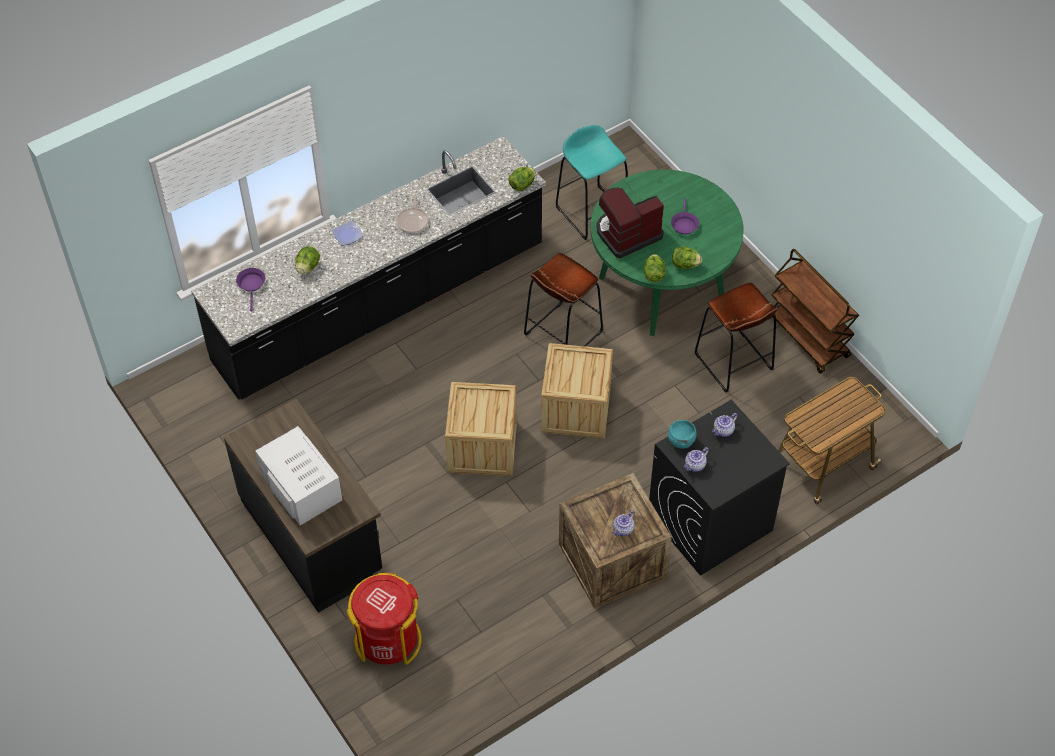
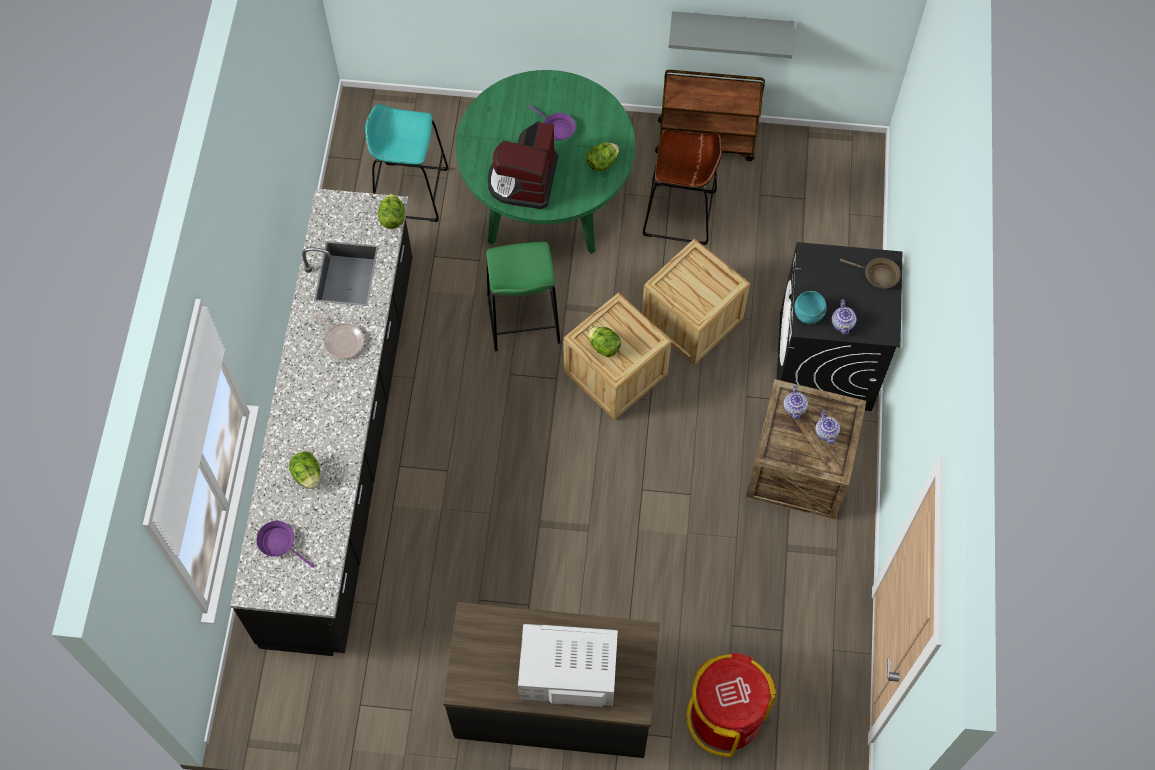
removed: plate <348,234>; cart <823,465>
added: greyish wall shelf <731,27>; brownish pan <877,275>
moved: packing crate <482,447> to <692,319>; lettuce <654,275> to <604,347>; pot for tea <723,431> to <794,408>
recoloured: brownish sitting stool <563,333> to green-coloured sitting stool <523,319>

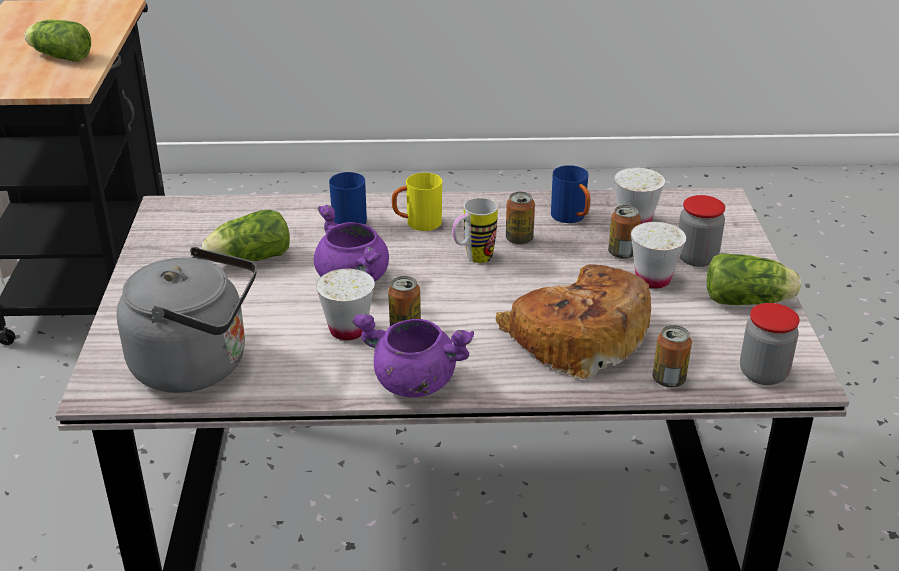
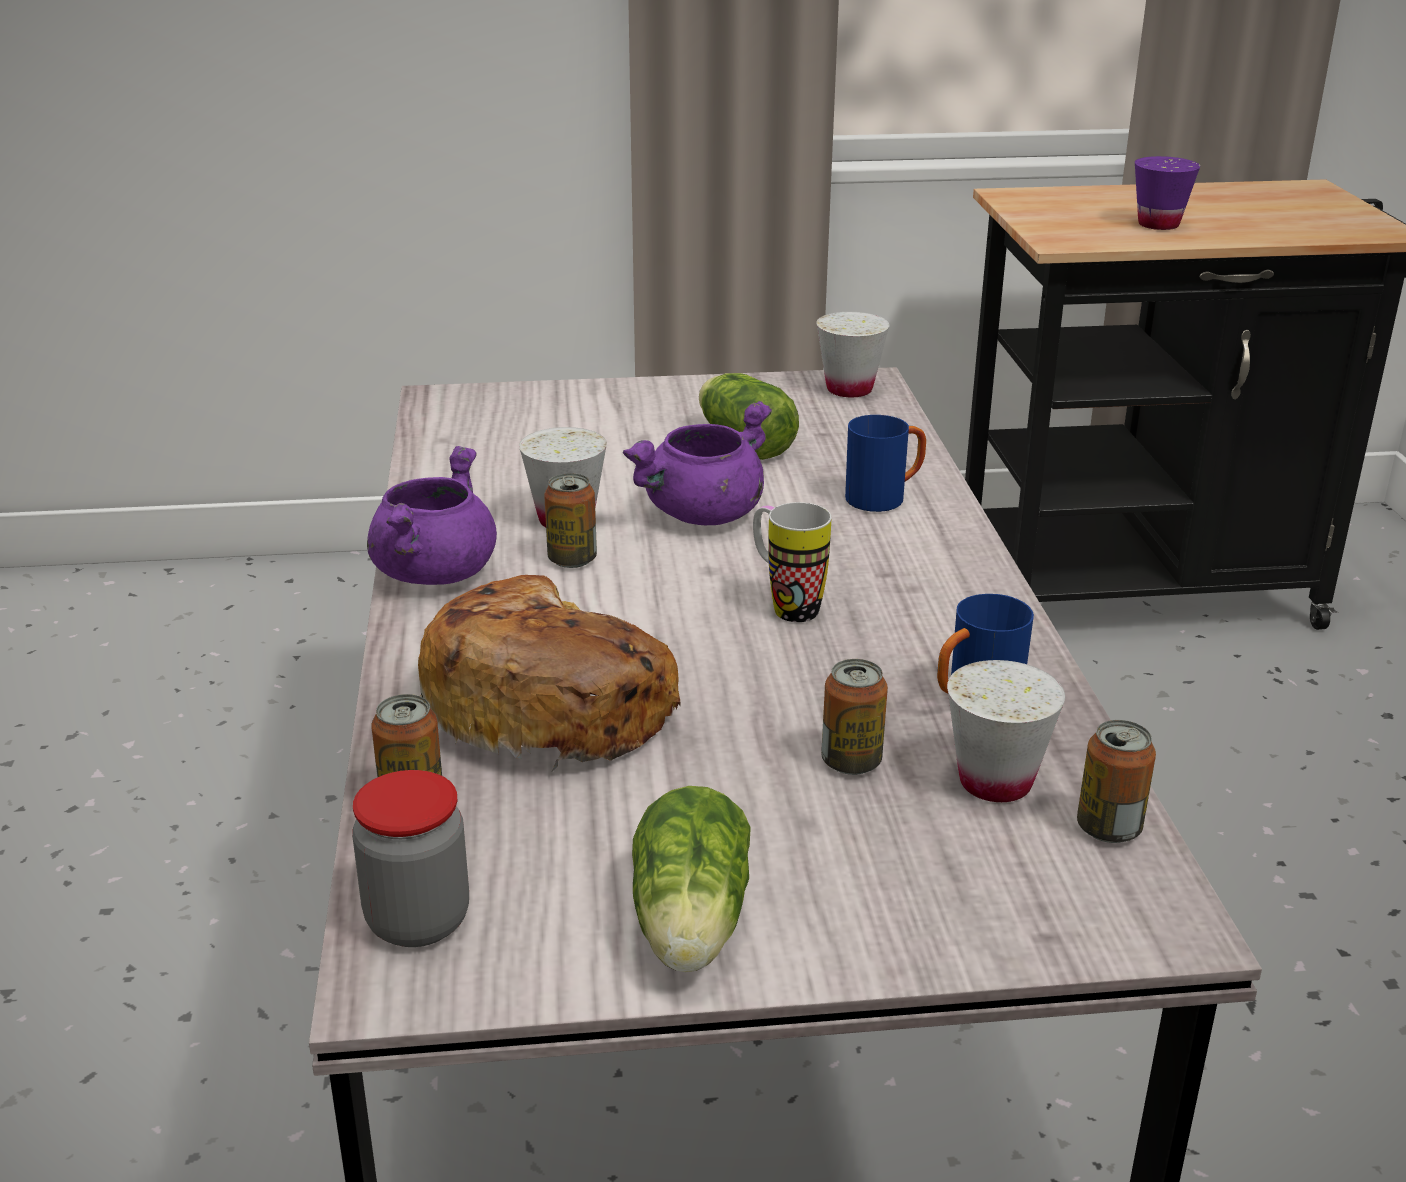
removed: greyish water kettle <198,365>; yellow-coloured mug <417,224>; preserve jar <696,258>
moved: sealed can <519,239> to <1109,828>; white-coloured drinking cup <653,279> to <849,389>
replaced: lettuce <59,56> to purple drinking cup <1158,224>

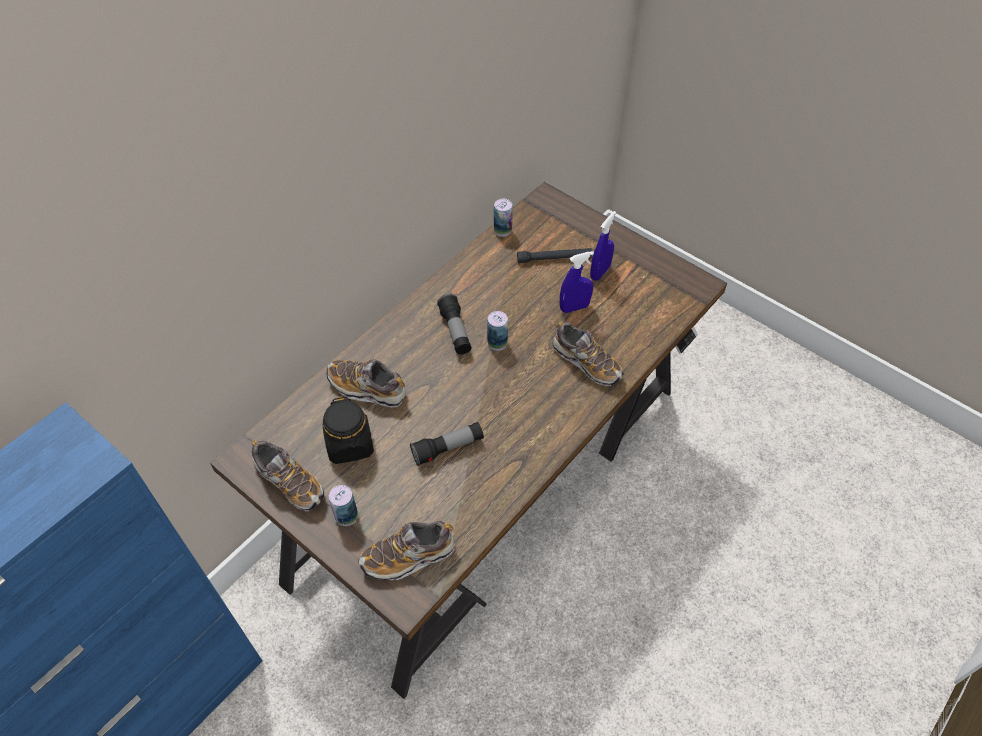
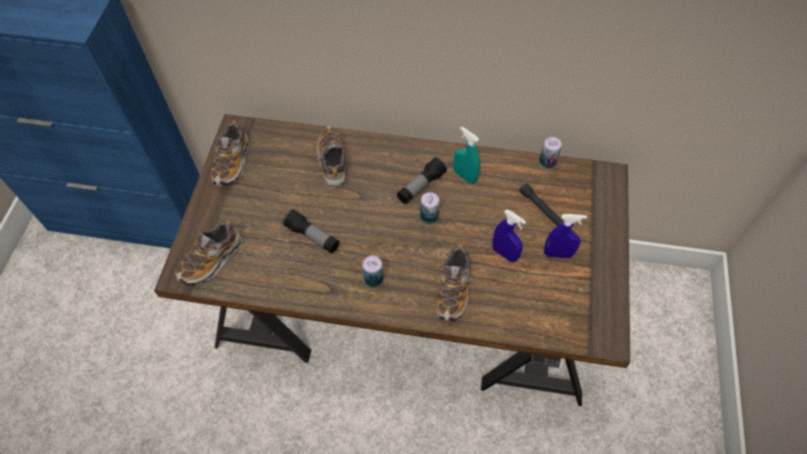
removed: black preserve jar <350,444>
added: turquoise-coloured spray bottle <465,176>
moved: sealed can <346,516> to <373,281>
turned: item of footwear <408,557> = <211,260> 90 degrees counterclockwise

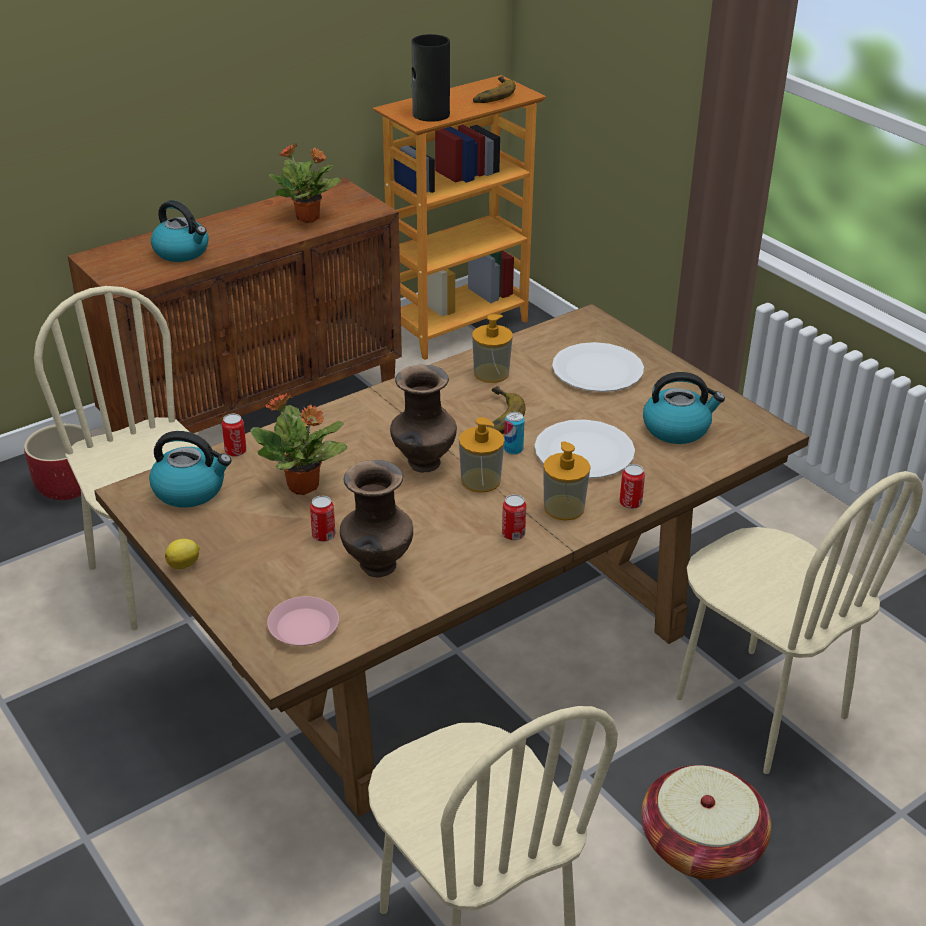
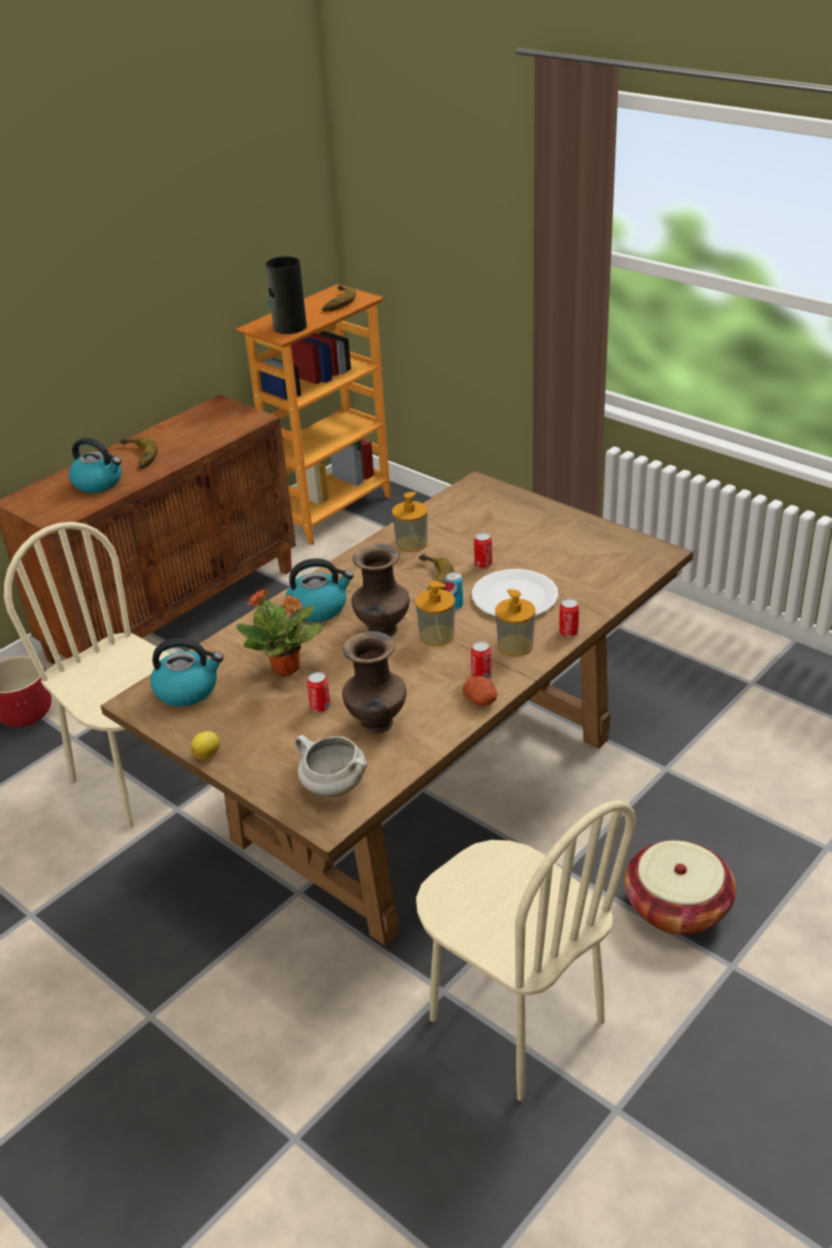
removed: potted plant <309,218>; white-coloured plate <597,370>; sand-coloured plain chair <760,708>
added: banana <136,457>; potato <481,700>
moved: sealed can <235,451> to <483,564>; water kettle <677,428> to <318,608>
replaced: pinkish plate <303,627> to white-coloured cooking pot <333,787>

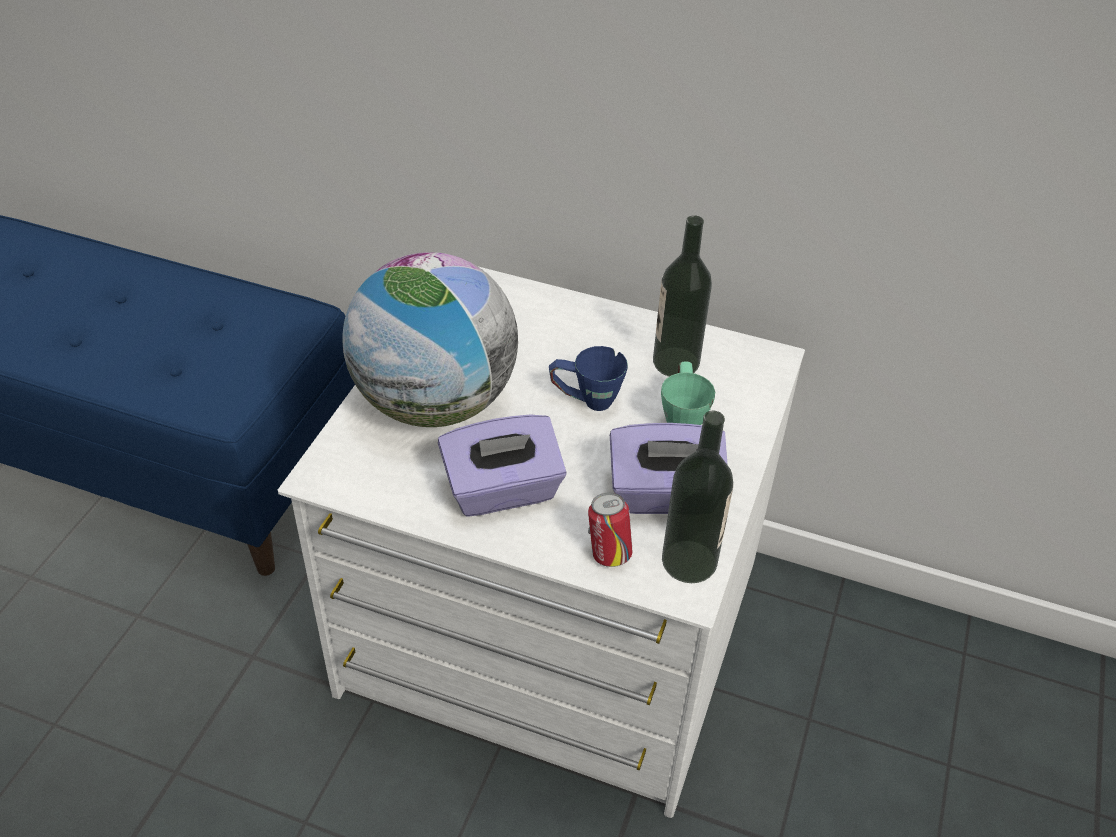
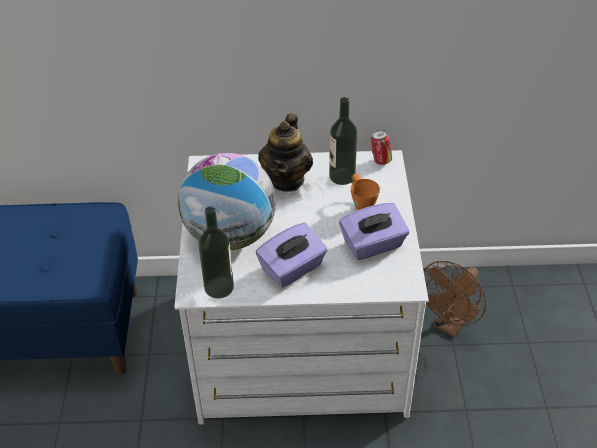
removed: bluish mug <585,401>
added: pot for tea <286,179>; brownish electric fan <450,325>
moved: sealed can <608,554> to <380,161>; beverage bottle <689,561> to <219,287>
recoloured: green-coloured mug <682,420> to orange mug <361,205>

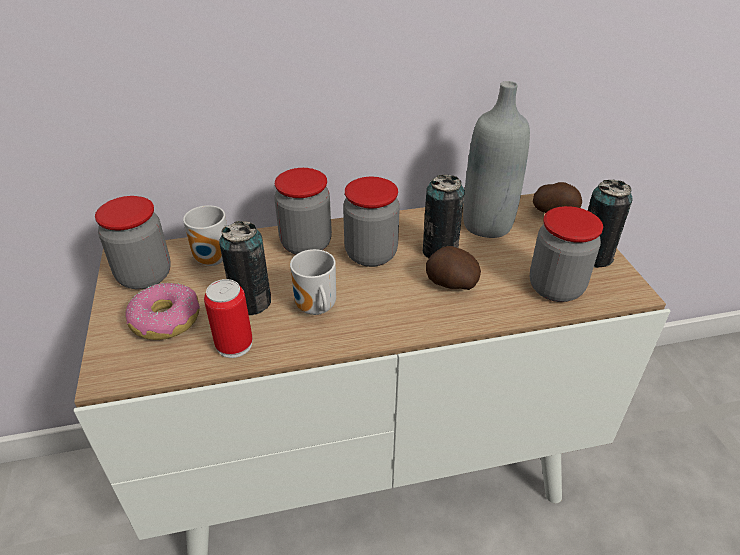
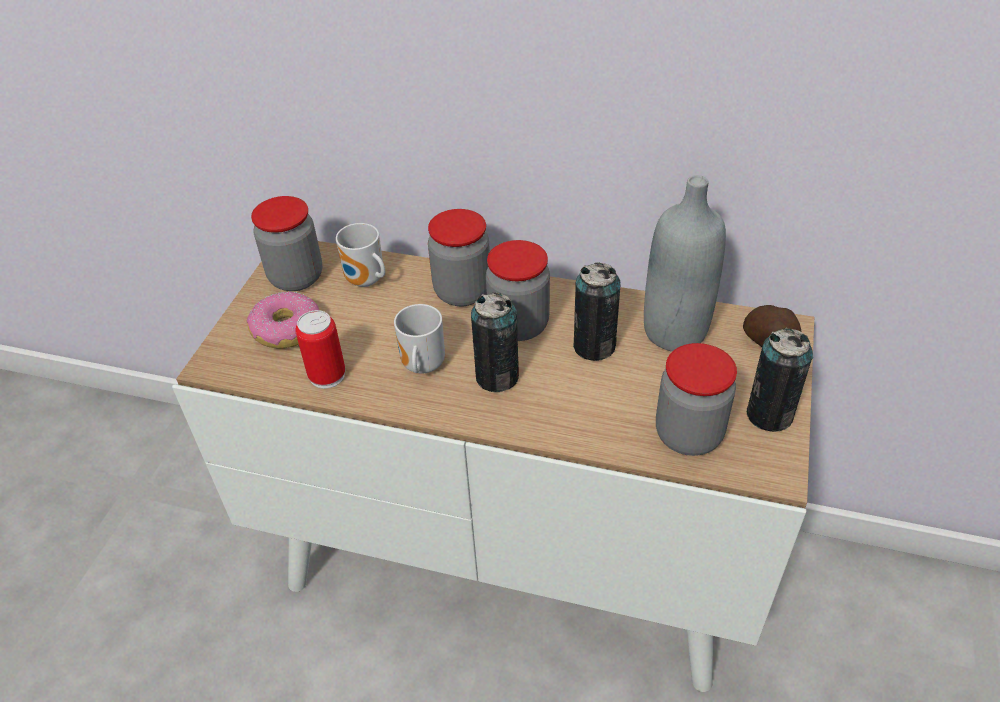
removed: potato <451,284>
moved: sealed can <251,302> to <497,377>

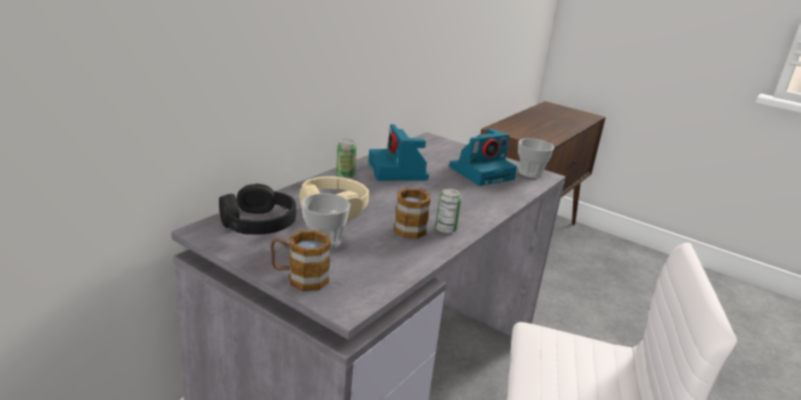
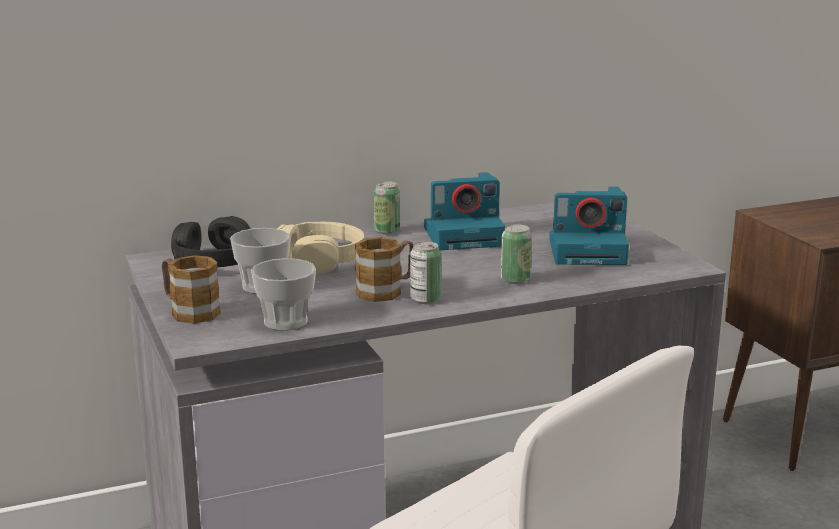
added: sealed can <515,280>
moved: drinking cup <530,173> to <285,322>
turned: still camera <398,171> = <465,236> 120 degrees counterclockwise

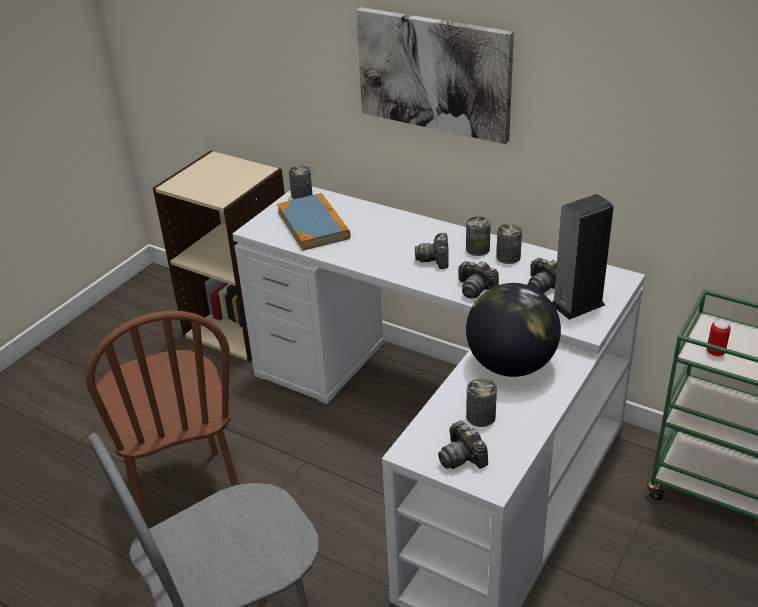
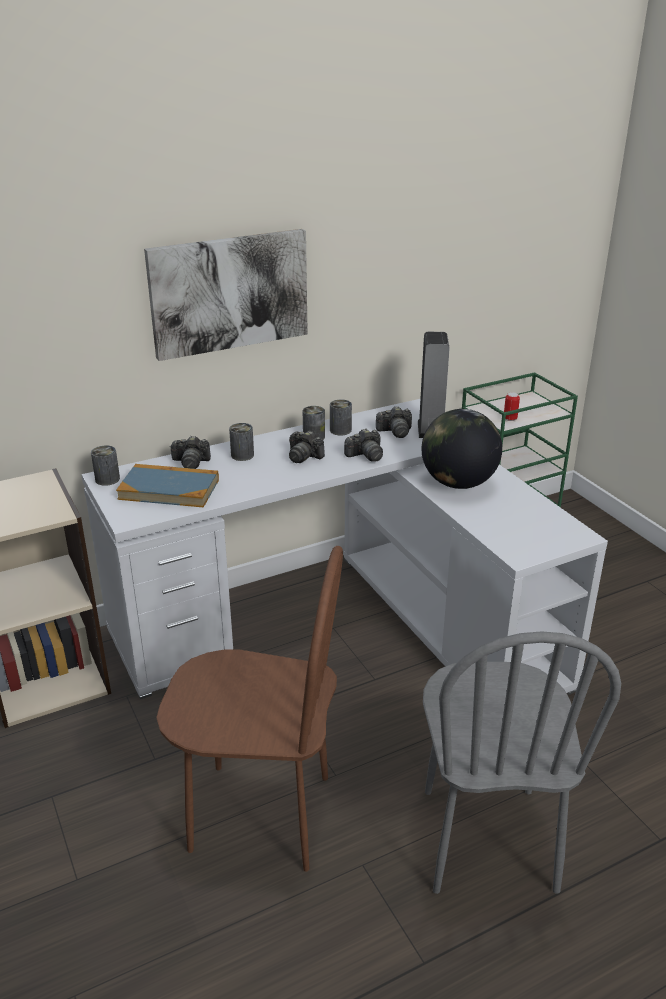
moved: still camera <462,457> to <191,463>; sealed can <480,417> to <242,455>

